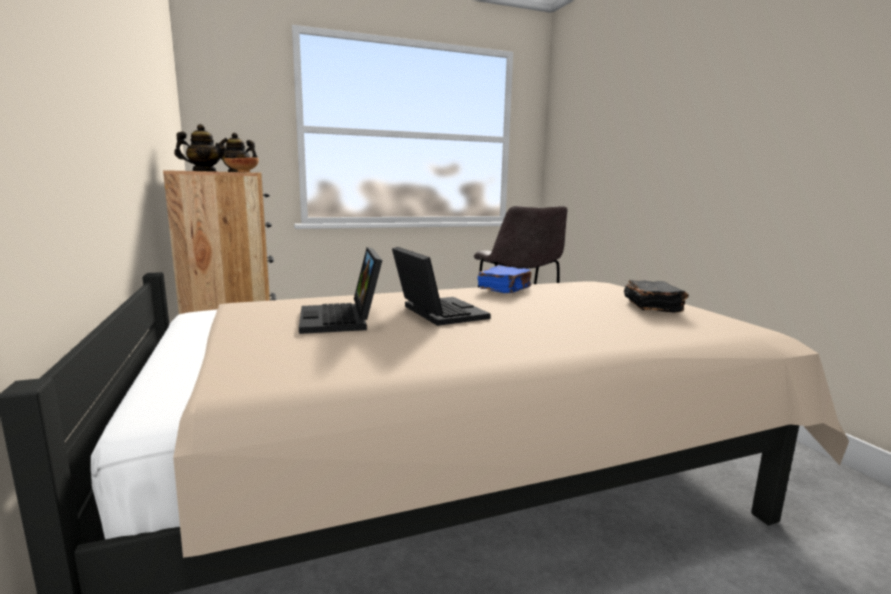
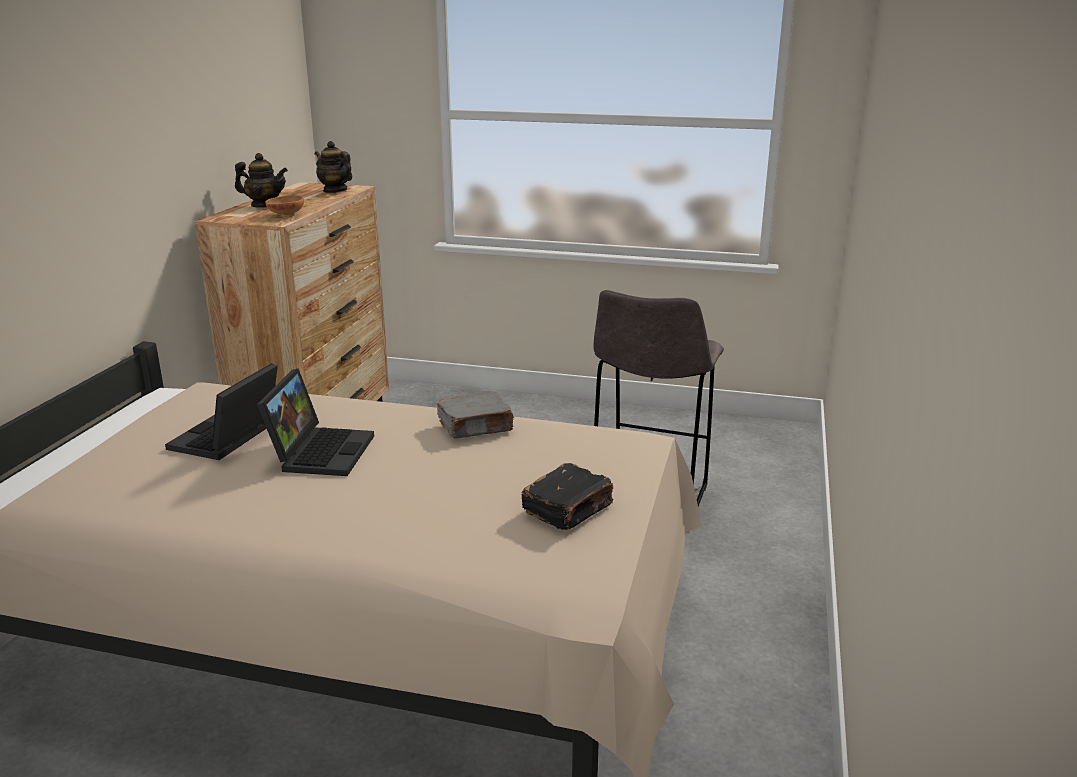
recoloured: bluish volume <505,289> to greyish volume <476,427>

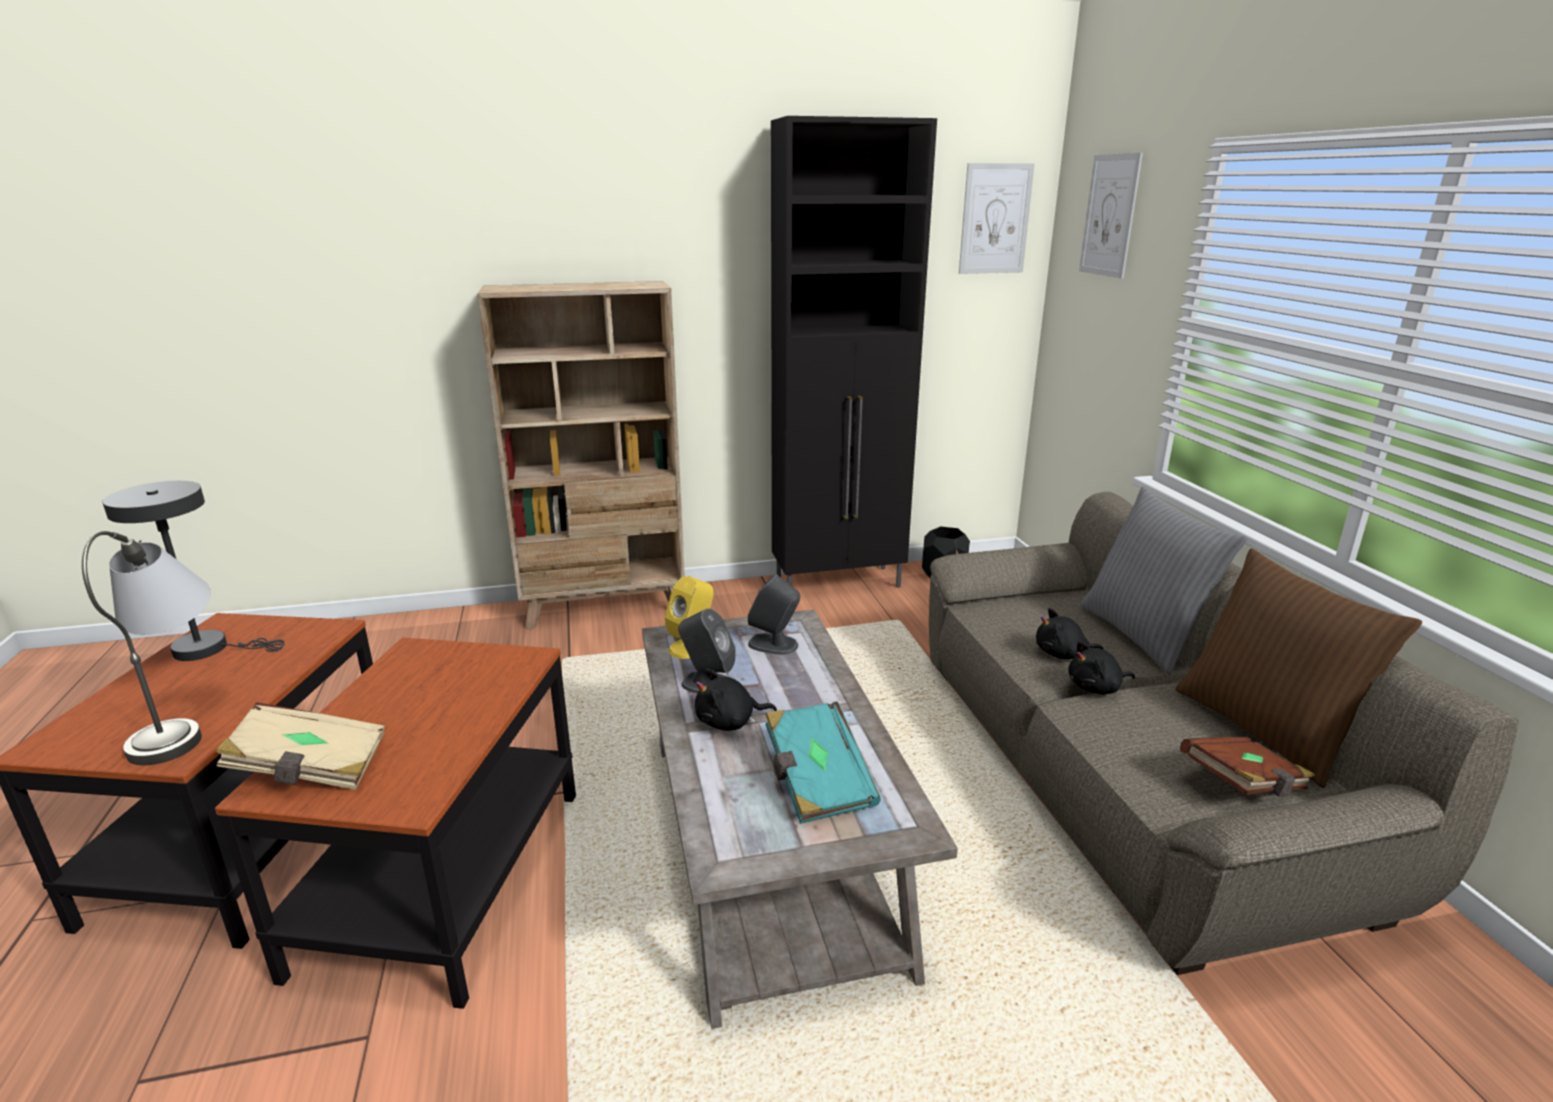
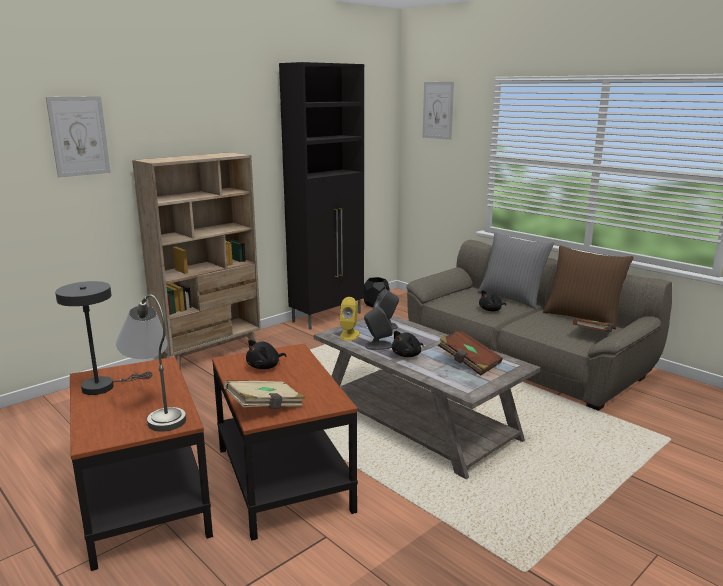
moved: picture <995,219> to <79,136>; black cuddly toy <1096,688> to <265,366>
recoloured: turquoise-coloured volume <817,781> to brownish volume <468,363>

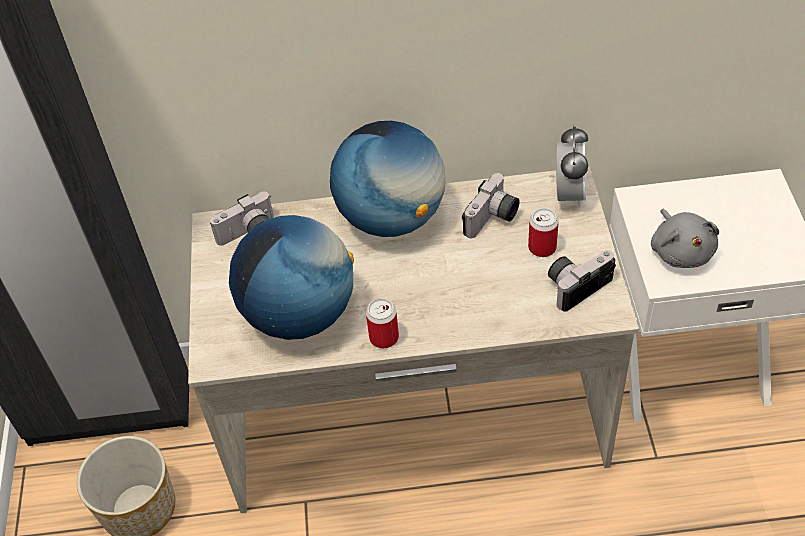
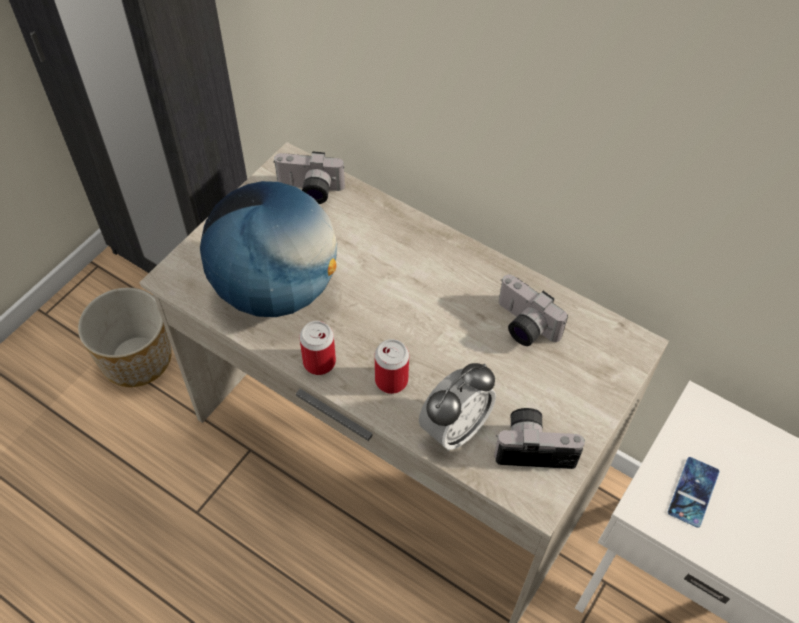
removed: globe <391,218>
moved: sealed can <542,247> to <391,380>; table clock <569,194> to <454,428>
replaced: greyish cuddly toy <681,251> to handset <693,492>
turned: still camera <493,219> = <522,326> 60 degrees clockwise

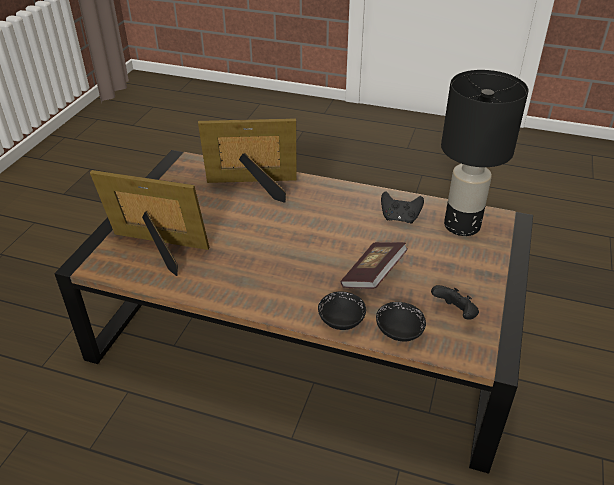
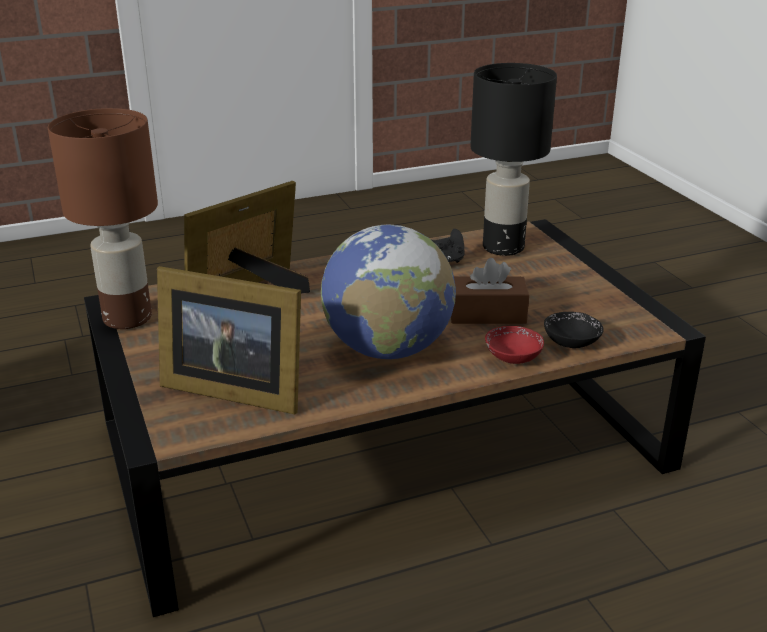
removed: black joypad <455,314>
added: brownish lamp for a table <127,319>; globe <388,349>
replaced: volume <373,276> to brownish tissue holder <487,314>
recoloured: black bowl <341,320> to reddish bowl <512,358>
turned: picture frame <159,249> = <231,388> 135 degrees counterclockwise

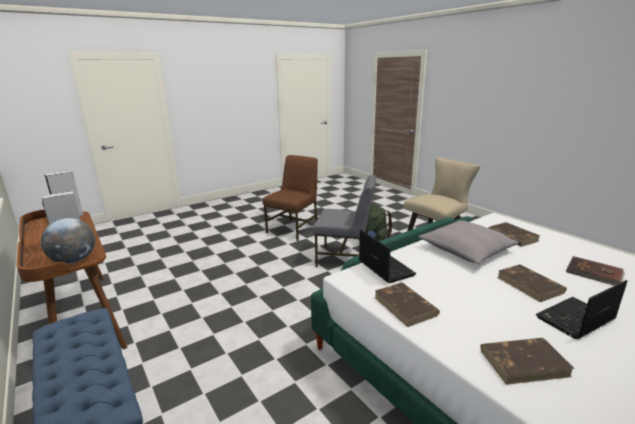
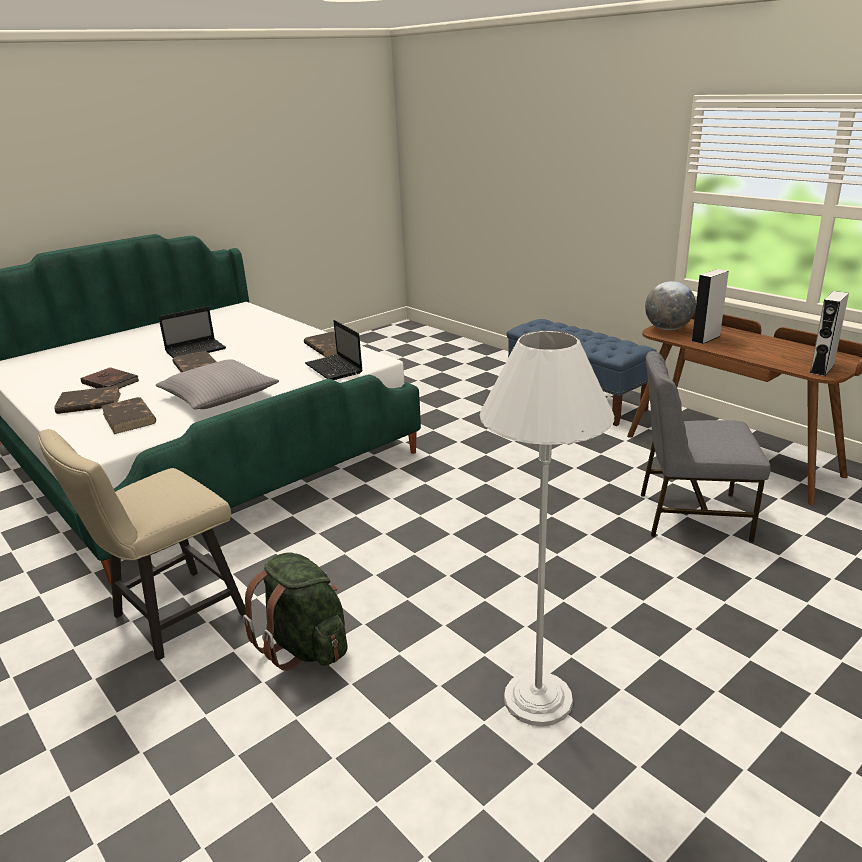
moved: greyish plain chair <344,258> to <691,515>; brownish volume <524,362> to <88,404>
replaced: brownish plain chair <293,229> to white-coloured standing lamp <538,699>

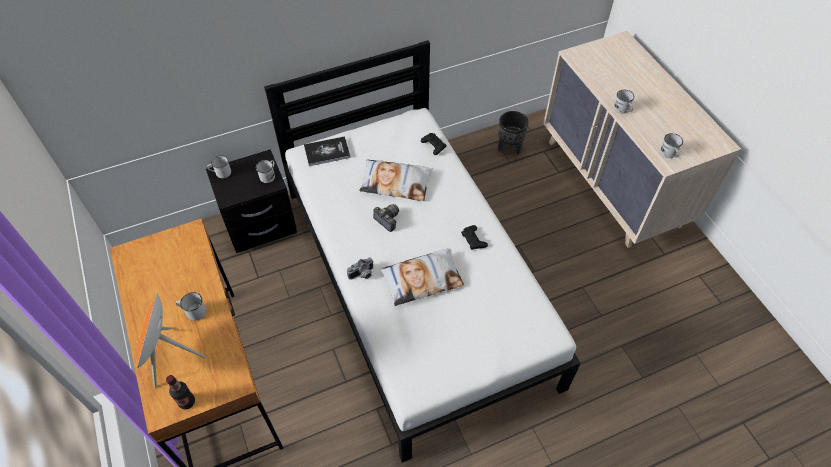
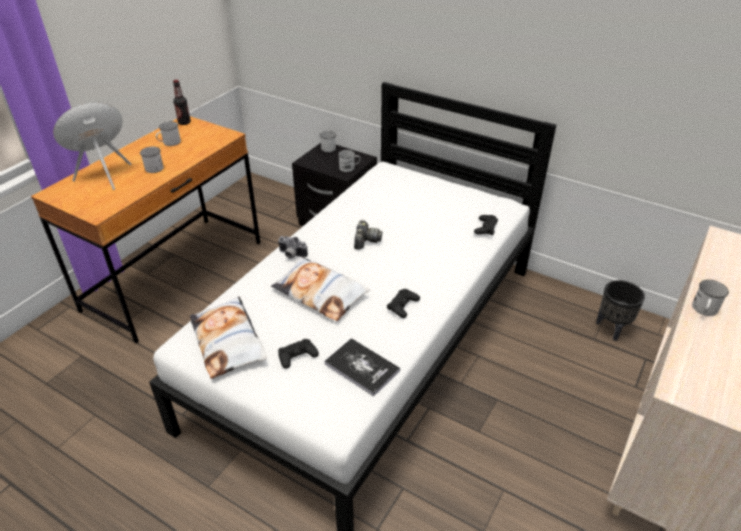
added: black joypad <297,356>
moved: beverage bottle <187,402> to <184,122>; volume <327,152> to <362,367>; throw pillow <396,183> to <229,341>; white-coloured mug <669,154> to <169,143>

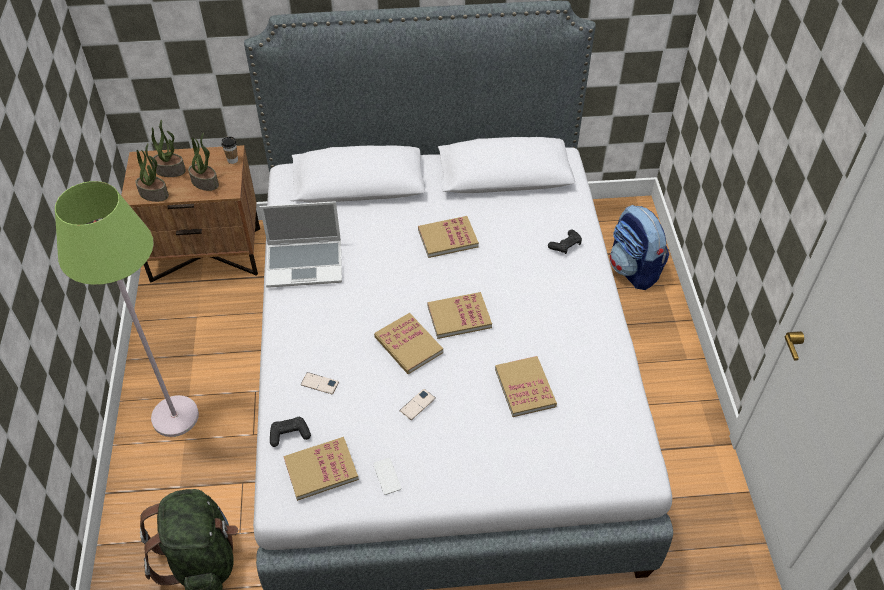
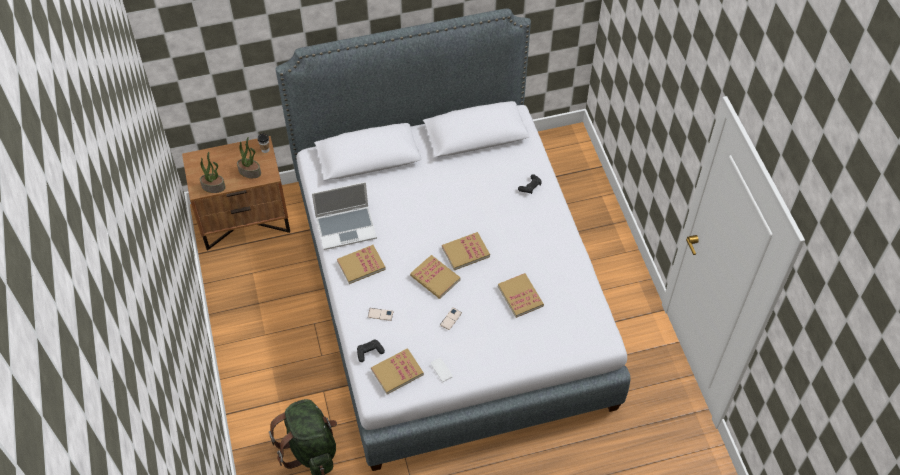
removed: green-coloured standing lamp <175,417>; potted plant <171,170>; backpack <633,270>
moved: volume <447,238> to <361,265>

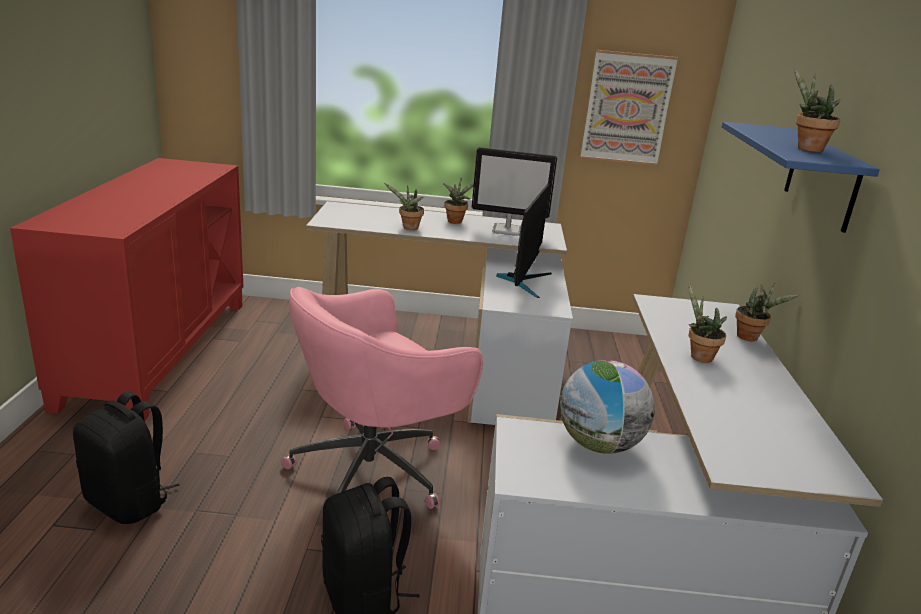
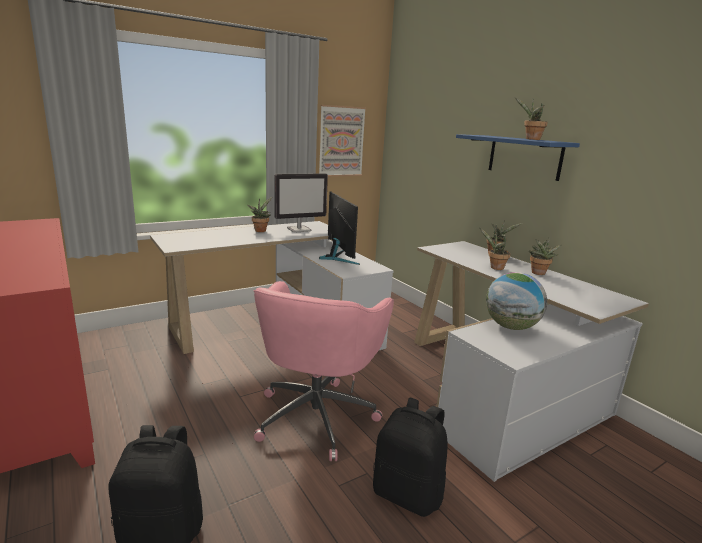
moved: potted plant <408,228> to <538,273>

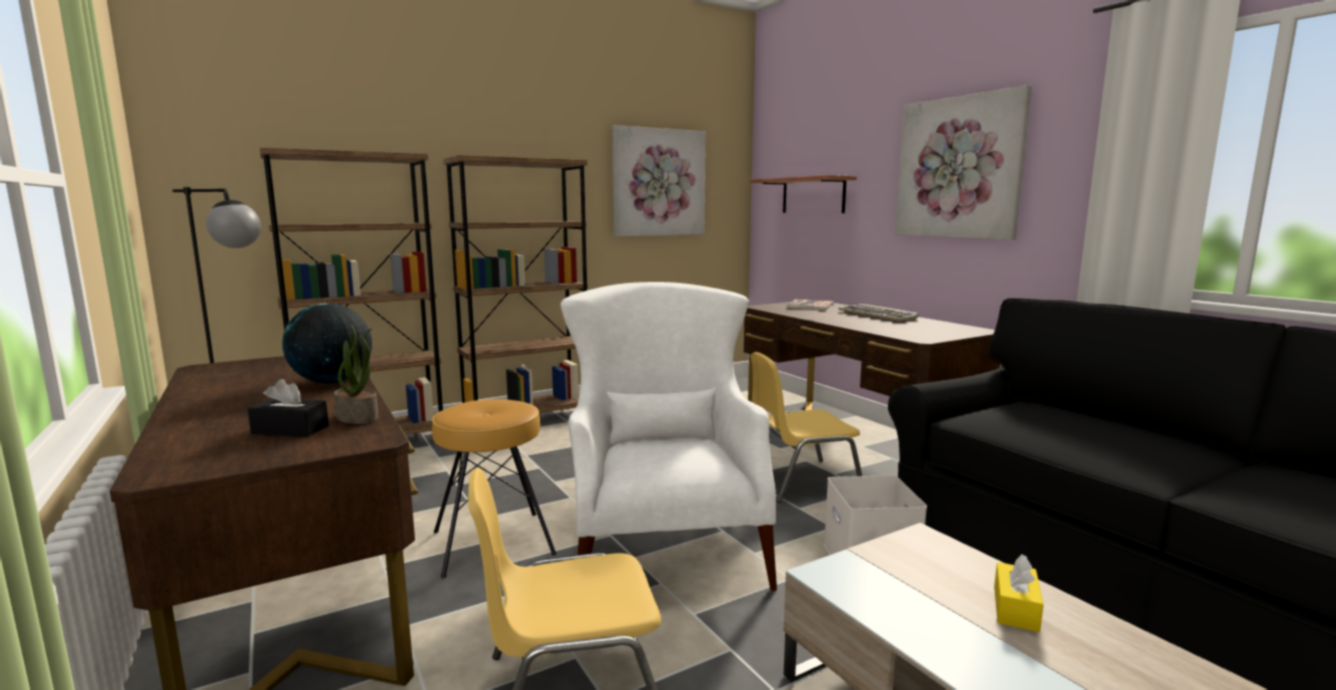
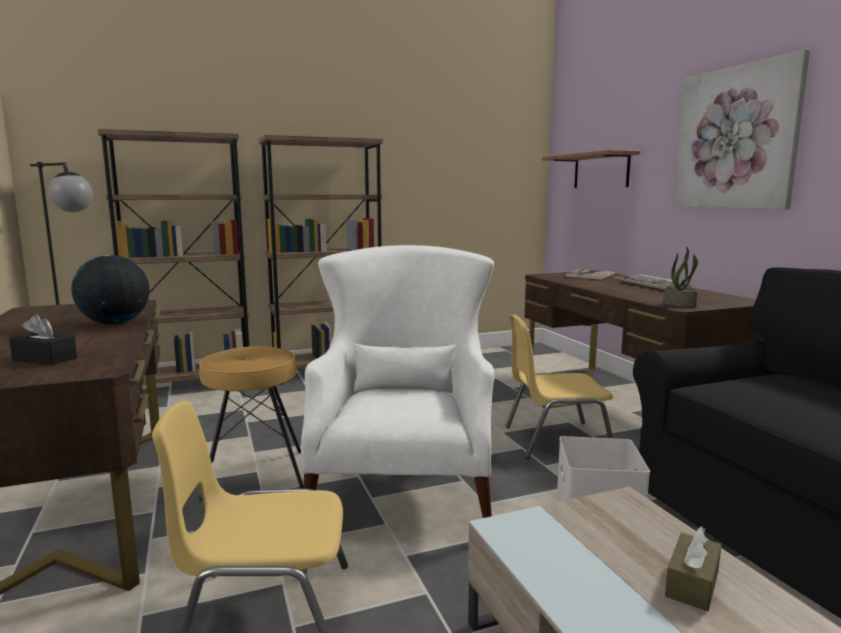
removed: picture <659,182>
moved: potted plant <358,417> to <680,304>
recoloured: yellow-coloured tissue holder <1015,608> to brownish tissue holder <692,583>

